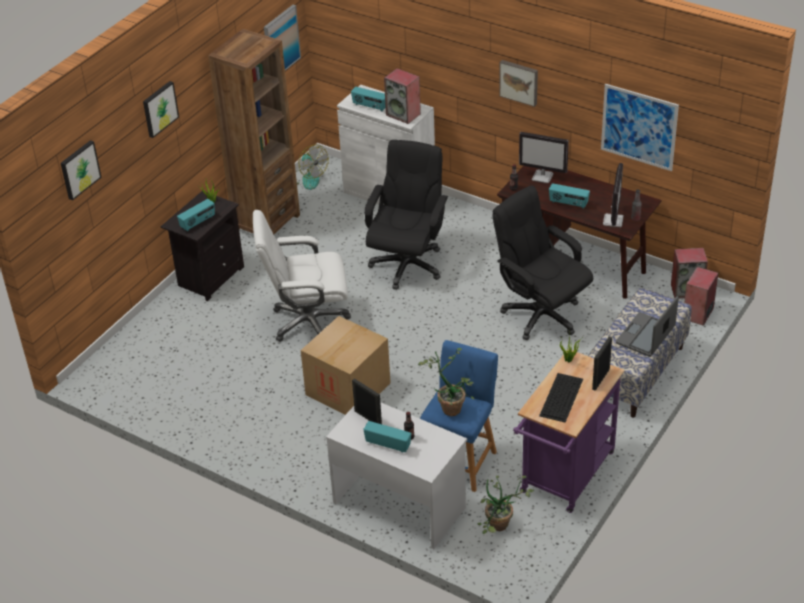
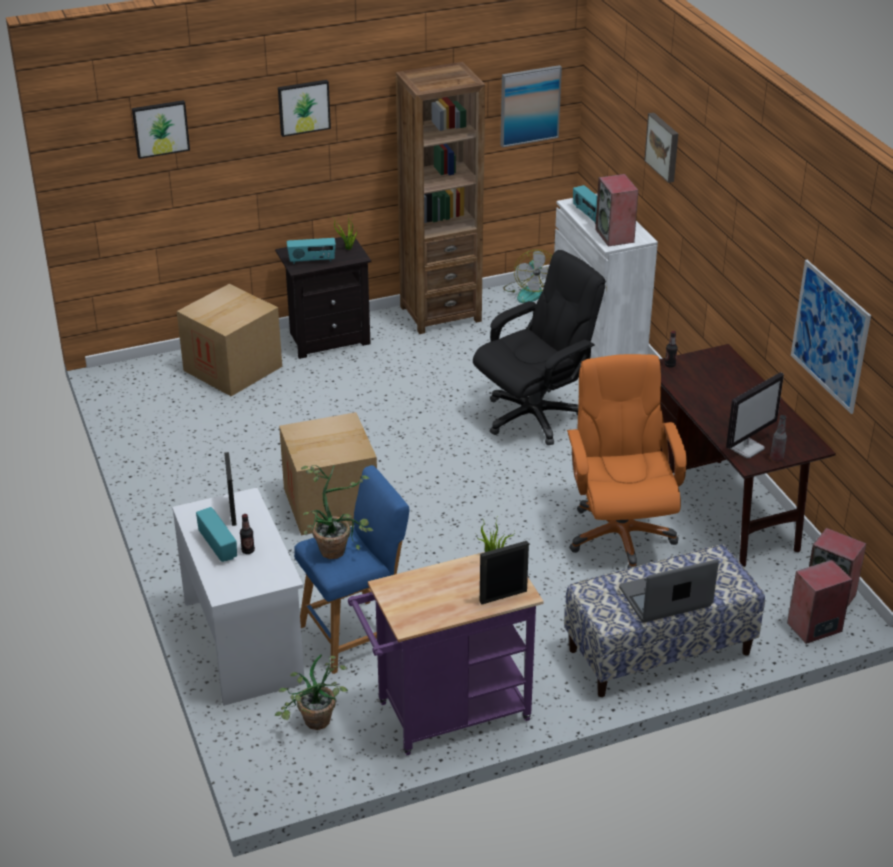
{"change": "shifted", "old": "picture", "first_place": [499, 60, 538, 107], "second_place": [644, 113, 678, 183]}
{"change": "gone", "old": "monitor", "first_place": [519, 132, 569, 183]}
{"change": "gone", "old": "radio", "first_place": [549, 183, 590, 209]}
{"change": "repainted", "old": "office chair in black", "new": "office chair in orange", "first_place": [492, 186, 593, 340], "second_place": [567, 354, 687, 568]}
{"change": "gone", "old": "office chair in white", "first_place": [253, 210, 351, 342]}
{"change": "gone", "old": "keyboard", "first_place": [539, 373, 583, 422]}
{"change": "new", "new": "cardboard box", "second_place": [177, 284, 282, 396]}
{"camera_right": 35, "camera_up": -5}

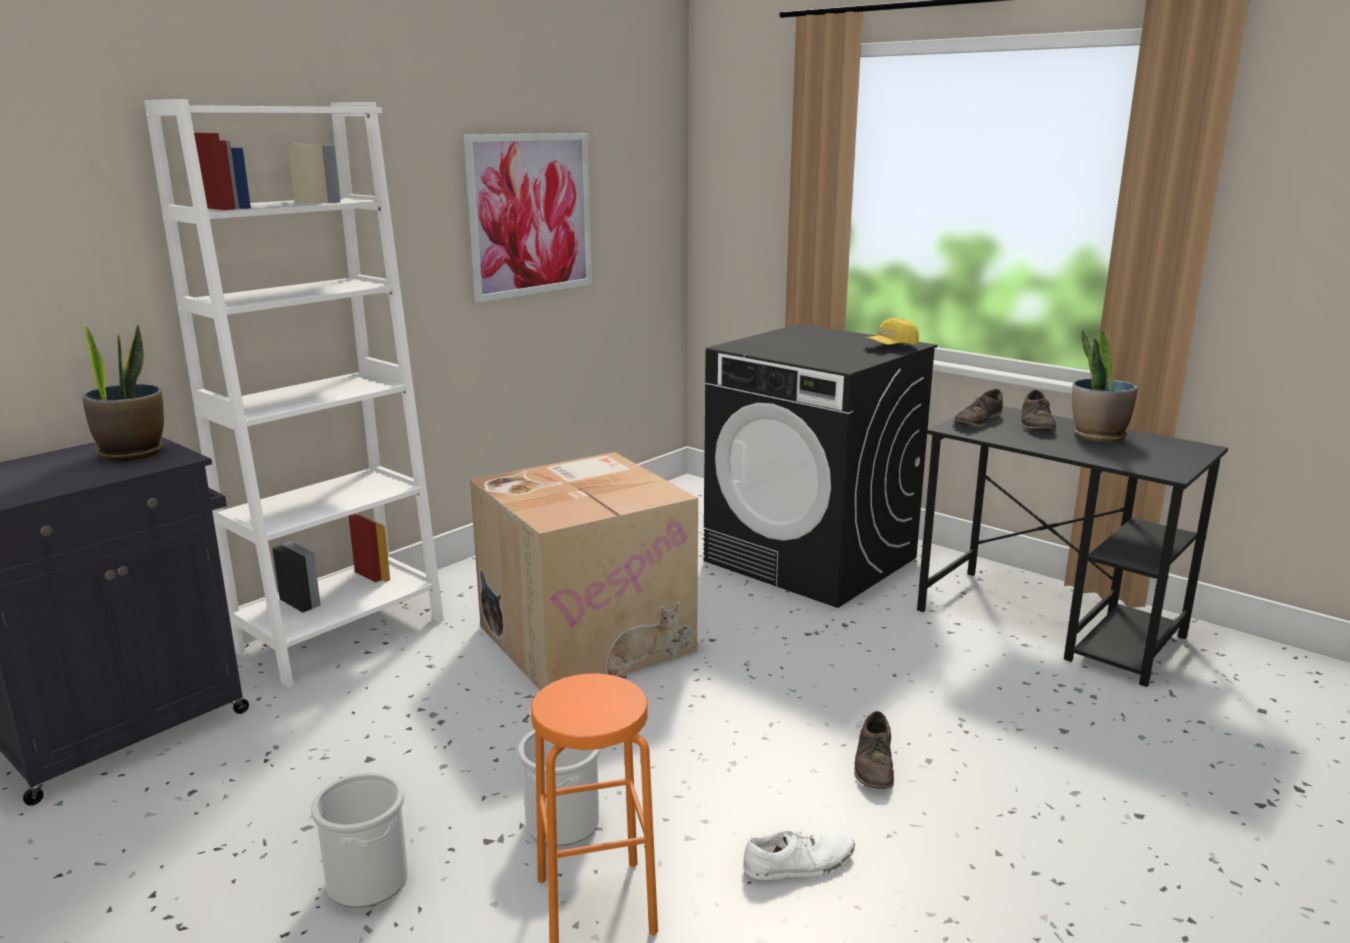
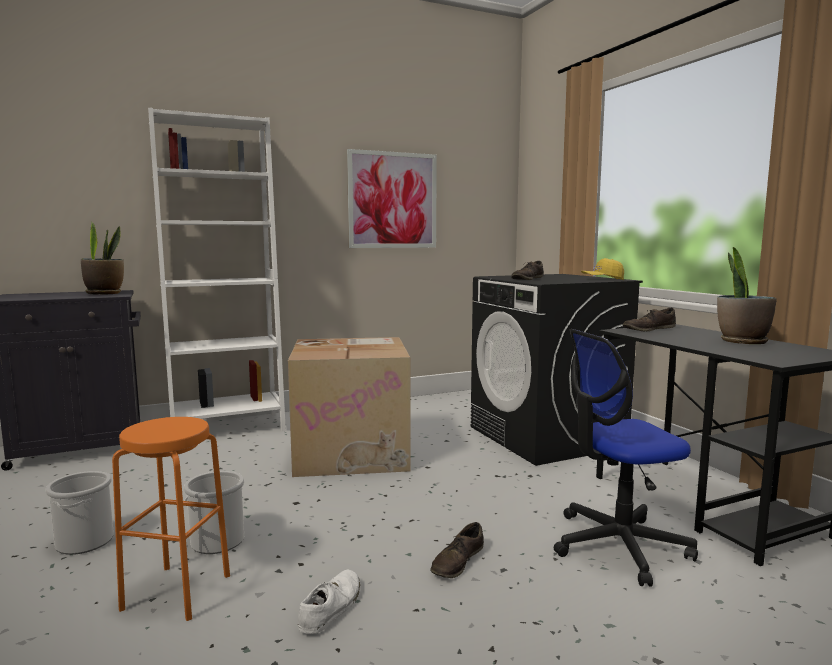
{"change": "shifted", "old": "shoe in brown", "first_place": [1022, 390, 1056, 432], "second_place": [511, 261, 543, 280]}
{"change": "rotated", "old": "shoe in white", "first_place": [743, 830, 855, 880], "second_place": [298, 569, 360, 634], "degrees": -75}
{"change": "new", "new": "office chair", "second_place": [554, 329, 698, 587]}
{"camera_right": 25, "camera_up": -10}

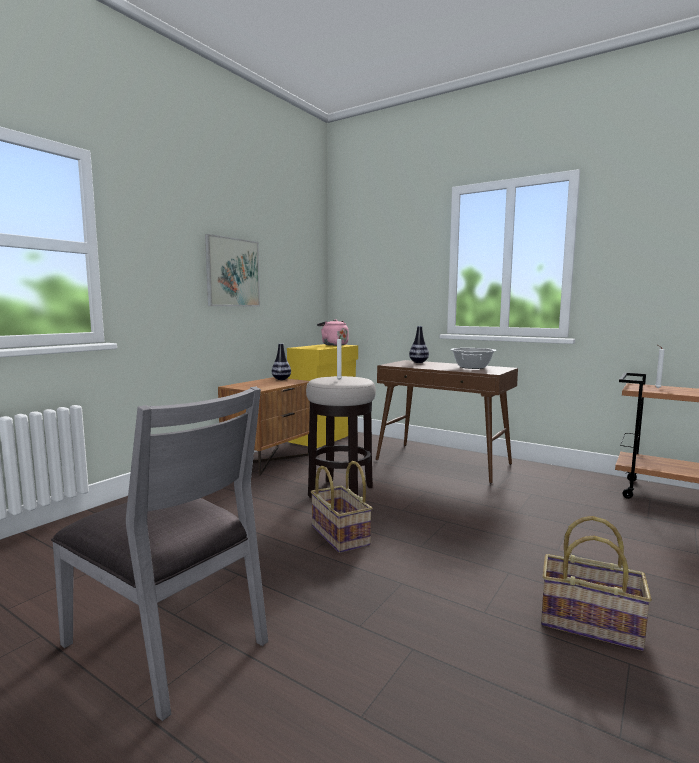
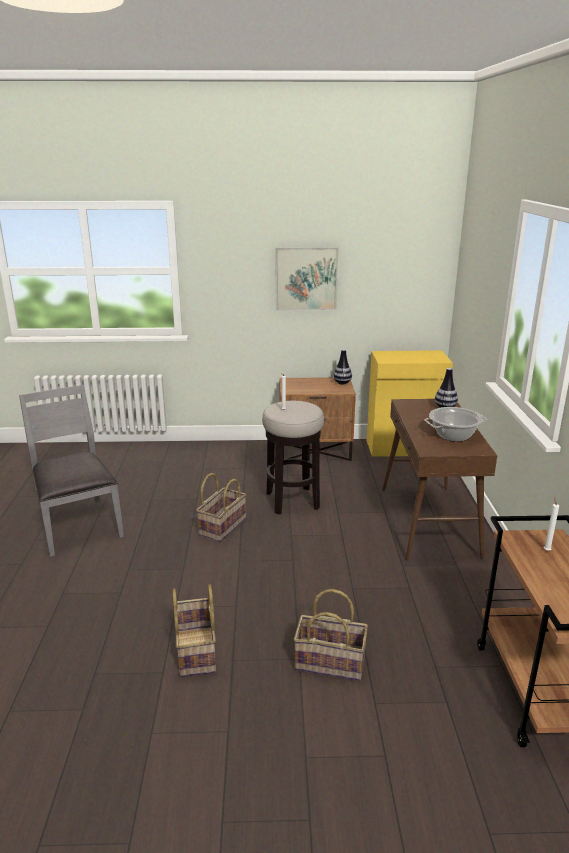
{"change": "gone", "old": "kettle in pink", "first_place": [317, 319, 348, 346]}
{"change": "rotated", "old": "chair in grey", "first_place": [51, 386, 268, 721], "second_place": [19, 385, 124, 557], "degrees": 150}
{"change": "new", "new": "basket", "second_place": [294, 589, 368, 681]}
{"camera_right": 55, "camera_up": 15}

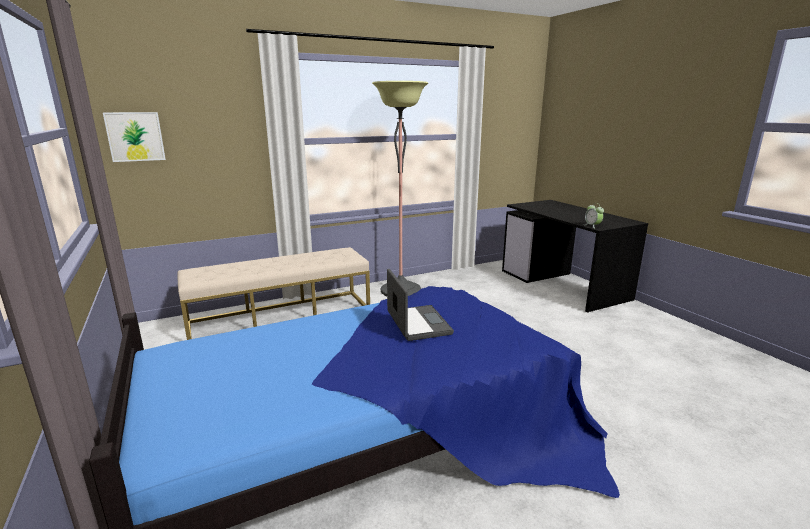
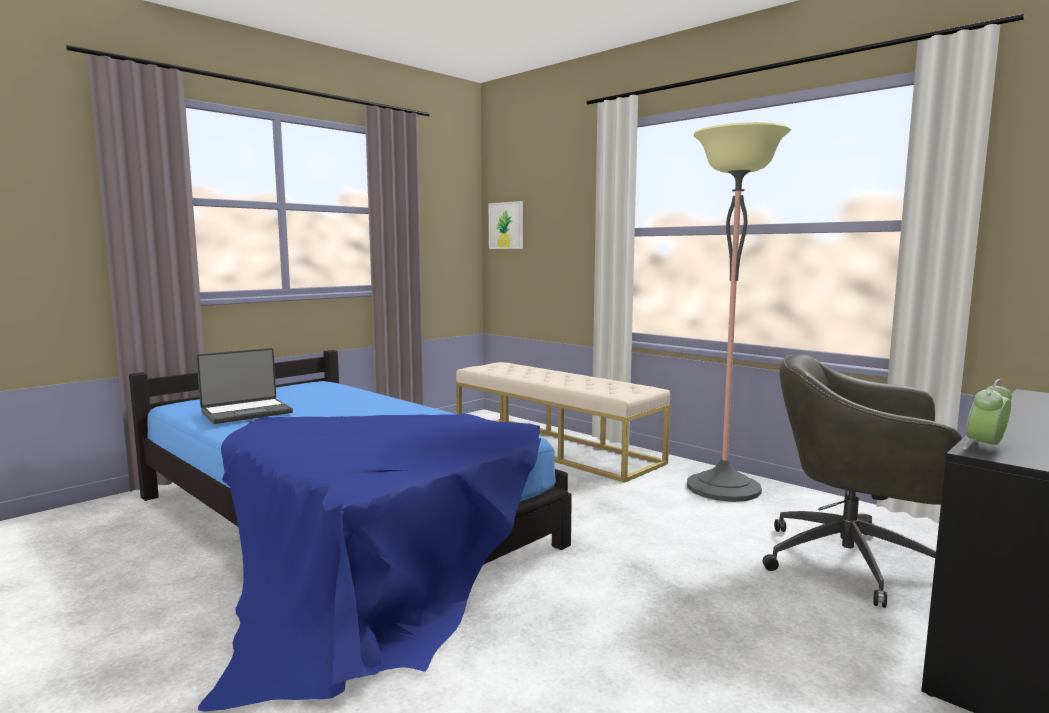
{"change": "shifted", "old": "laptop", "first_place": [387, 269, 454, 341], "second_place": [196, 348, 293, 424]}
{"change": "new", "new": "office chair in grey", "second_place": [762, 354, 962, 608]}
{"camera_right": 70, "camera_up": -10}

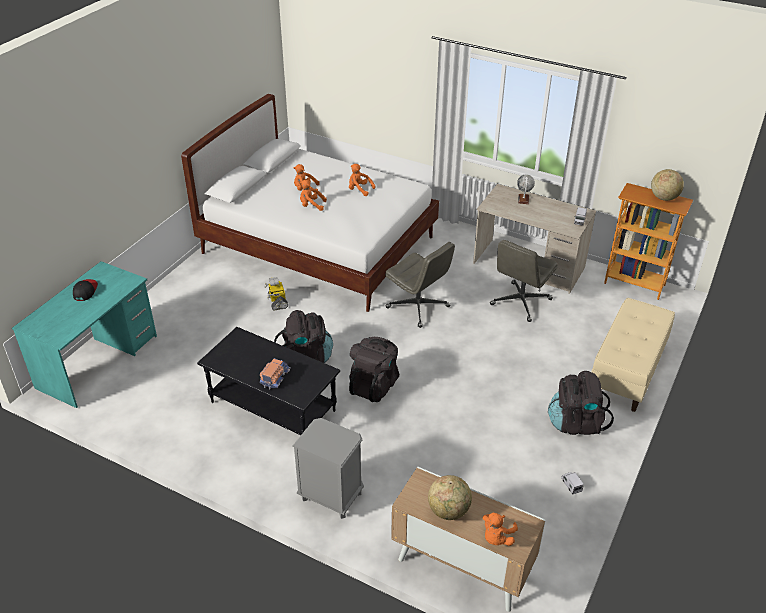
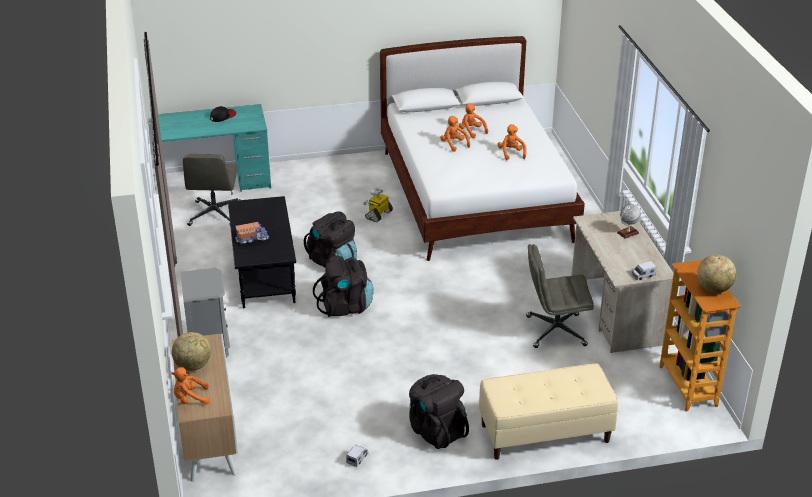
{"change": "shifted", "old": "office chair in grey", "first_place": [385, 242, 455, 328], "second_place": [183, 154, 241, 226]}
{"camera_right": 50, "camera_up": -5}

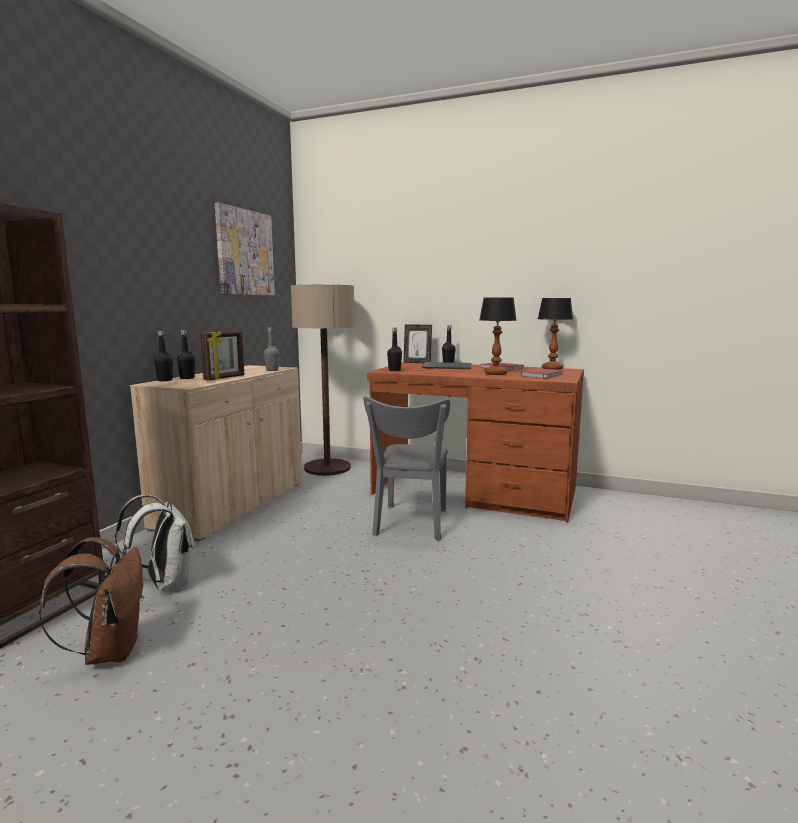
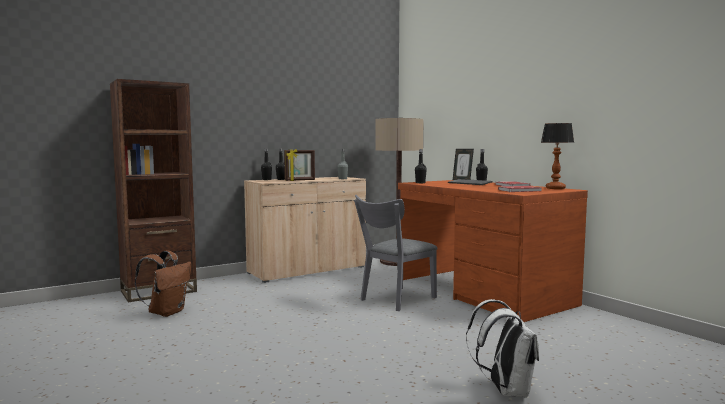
{"change": "gone", "old": "picture", "first_place": [215, 203, 275, 295]}
{"change": "gone", "old": "table lamp", "first_place": [479, 297, 517, 375]}
{"change": "shifted", "old": "backpack in white", "first_place": [115, 495, 194, 591], "second_place": [466, 299, 539, 398]}
{"camera_right": 35, "camera_up": -5}

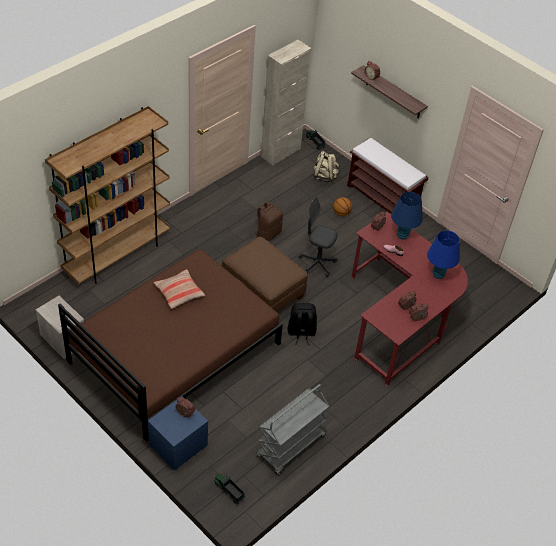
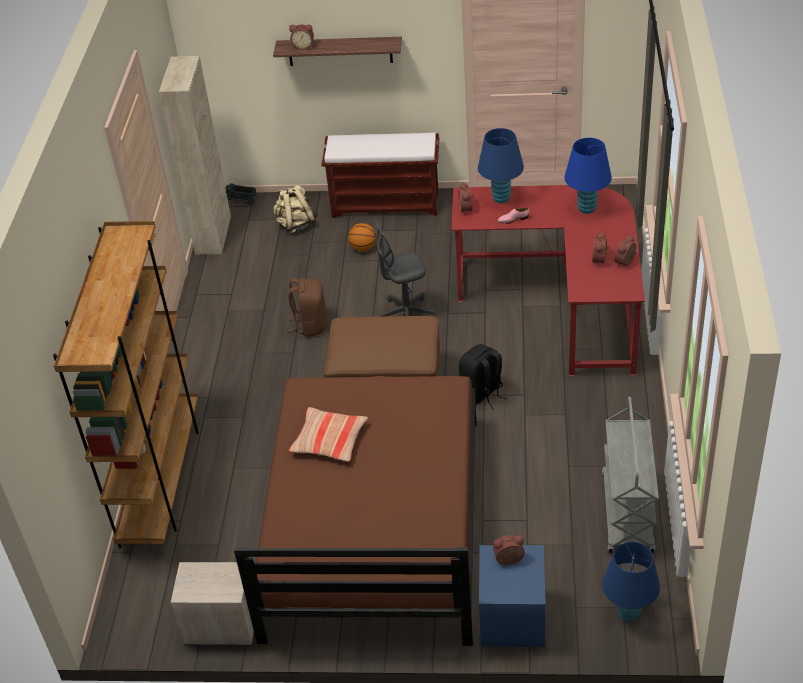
{"change": "swapped", "old": "toy truck", "new": "table lamp in blue", "first_place": [214, 474, 245, 504], "second_place": [602, 542, 660, 622]}
{"camera_right": -35, "camera_up": -5}

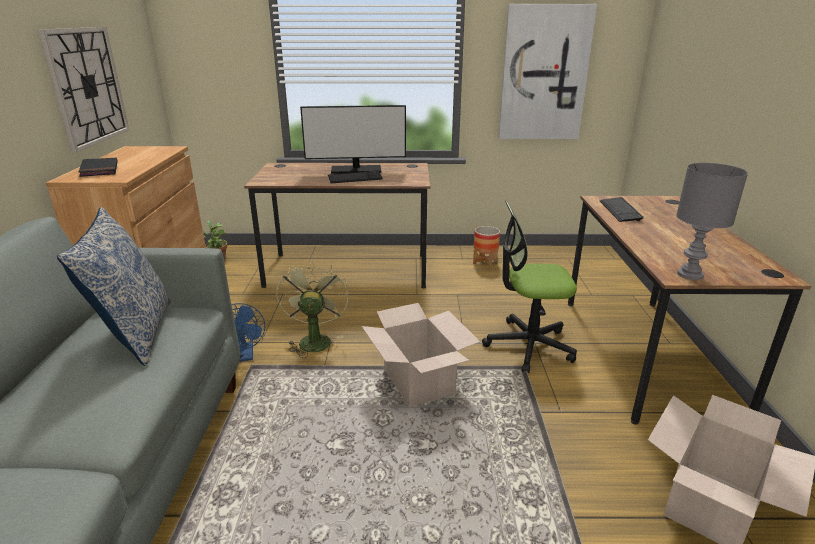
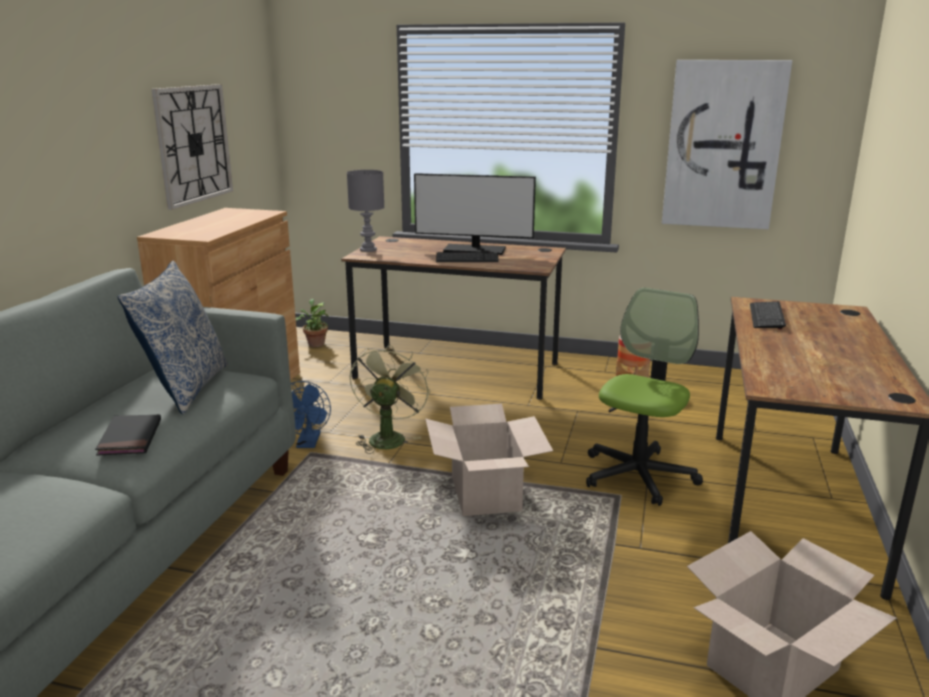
{"change": "shifted", "old": "book in black", "first_place": [79, 158, 118, 177], "second_place": [95, 414, 161, 456]}
{"change": "shifted", "old": "table lamp in grey", "first_place": [676, 163, 748, 280], "second_place": [347, 170, 384, 252]}
{"change": "rotated", "old": "office chair", "first_place": [482, 201, 577, 373], "second_place": [586, 288, 703, 506], "degrees": 105}
{"camera_right": 15, "camera_up": -5}

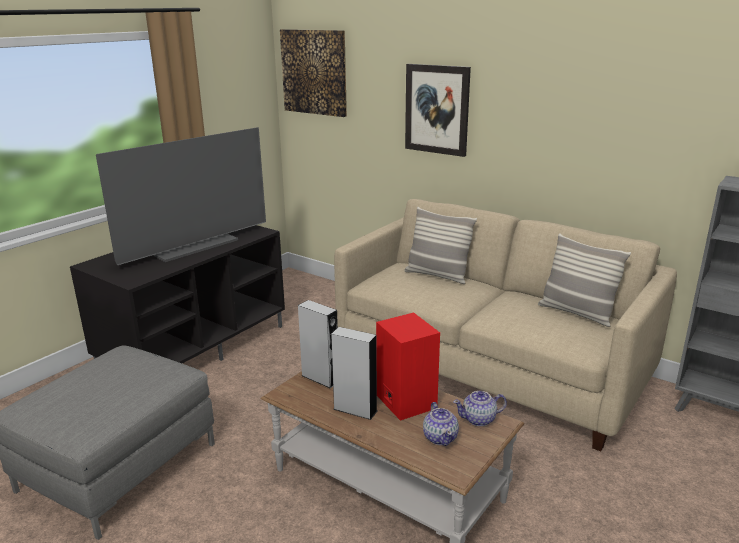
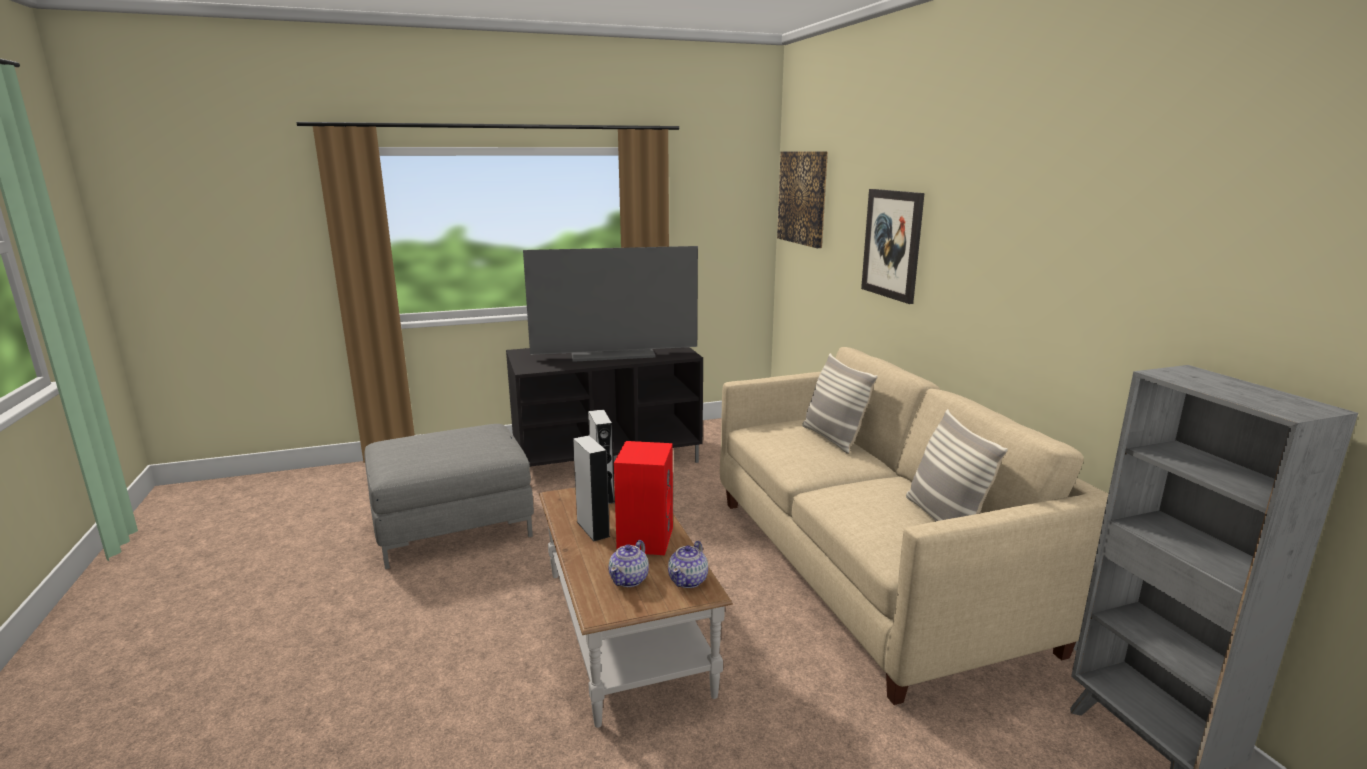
{"change": "rotated", "old": "teapot", "first_place": [453, 391, 507, 426], "second_place": [668, 541, 708, 588], "degrees": -90}
{"camera_right": 35, "camera_up": -5}

